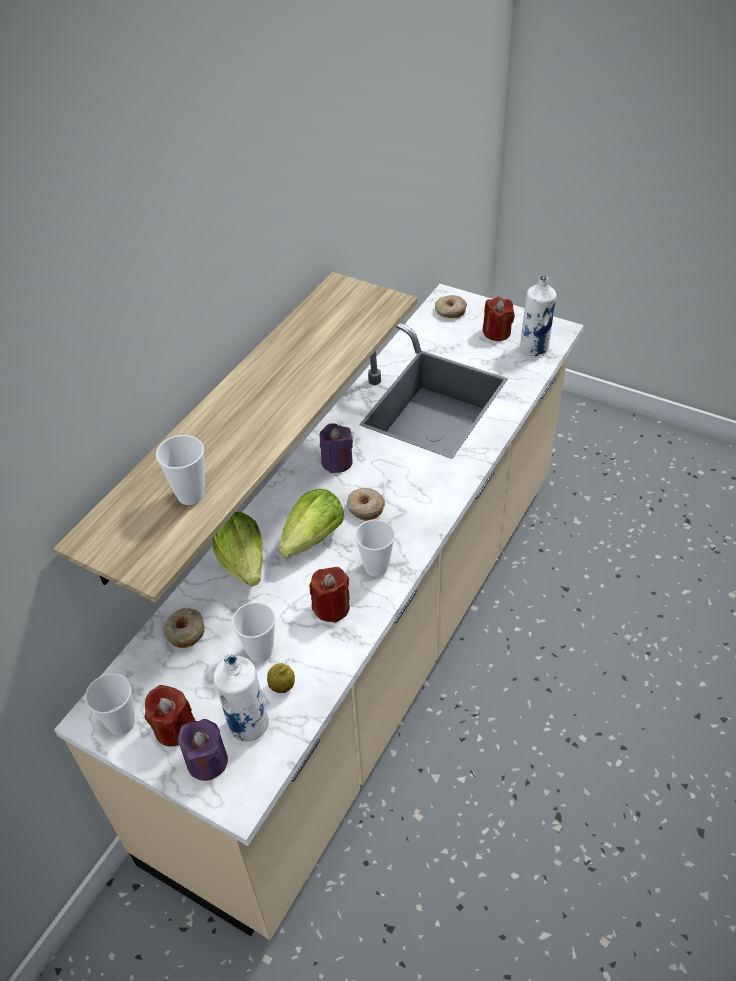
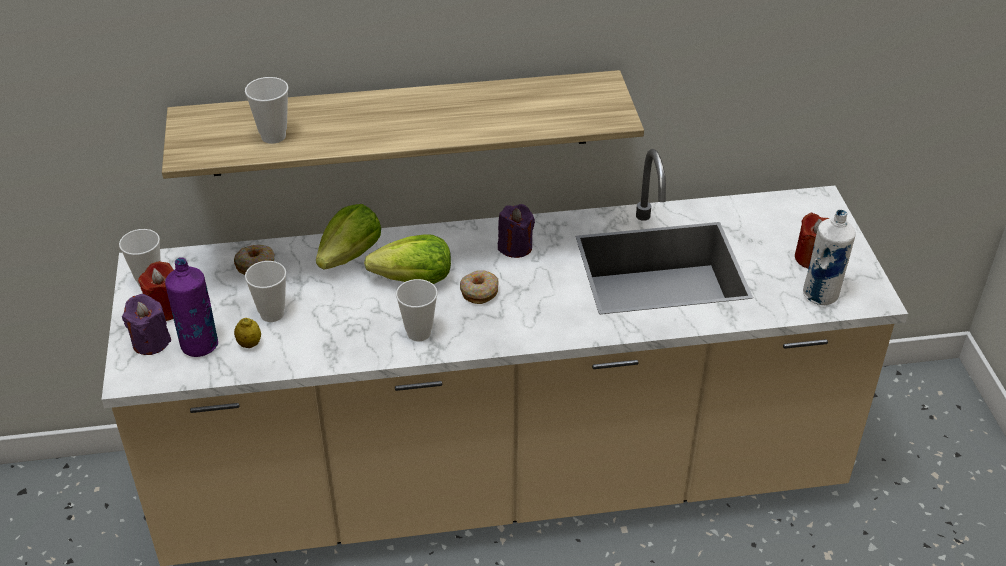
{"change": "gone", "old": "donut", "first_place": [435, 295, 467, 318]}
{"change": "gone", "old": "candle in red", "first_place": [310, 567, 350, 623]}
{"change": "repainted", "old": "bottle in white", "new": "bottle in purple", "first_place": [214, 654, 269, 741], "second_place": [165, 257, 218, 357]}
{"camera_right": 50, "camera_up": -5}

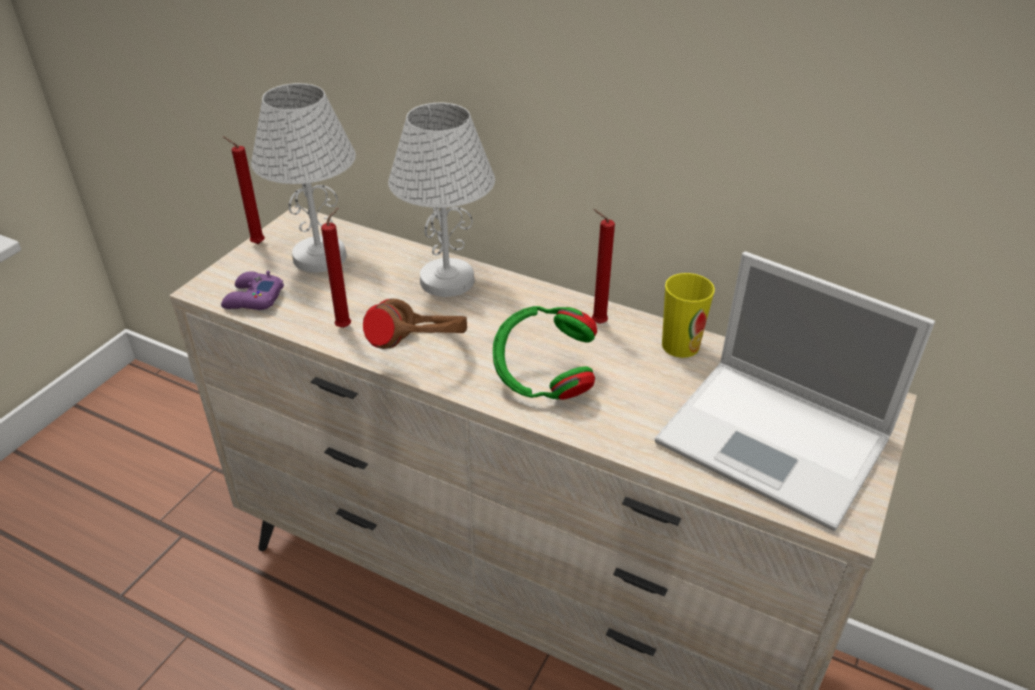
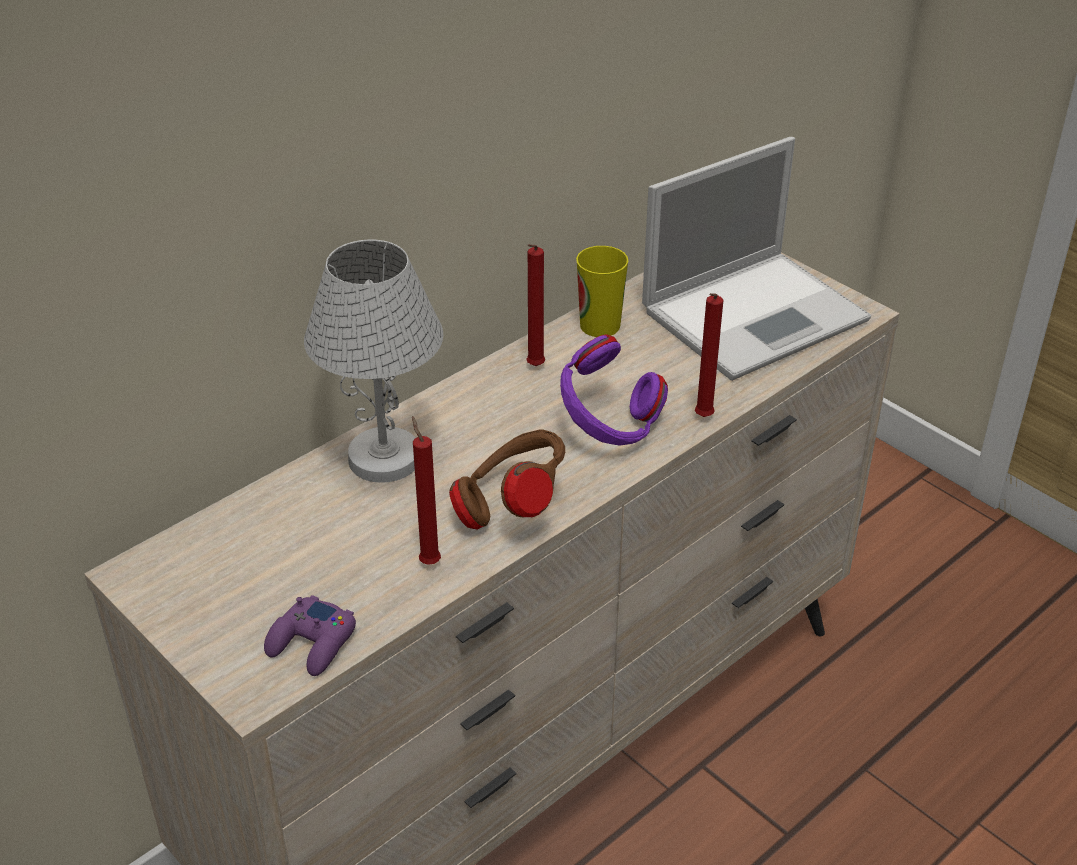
{"change": "gone", "old": "table lamp in white", "first_place": [251, 83, 356, 273]}
{"change": "shifted", "old": "candle in red", "first_place": [223, 136, 265, 244], "second_place": [695, 293, 723, 417]}
{"change": "repainted", "old": "headphones in green", "new": "headphones in purple", "first_place": [493, 306, 597, 400], "second_place": [560, 334, 668, 446]}
{"camera_right": -70, "camera_up": 0}

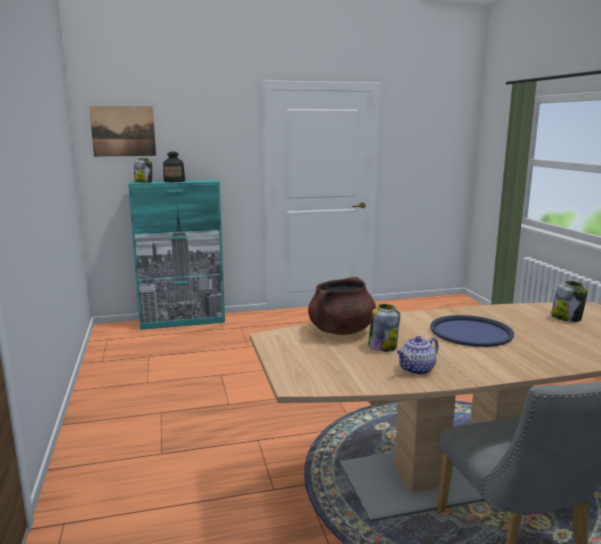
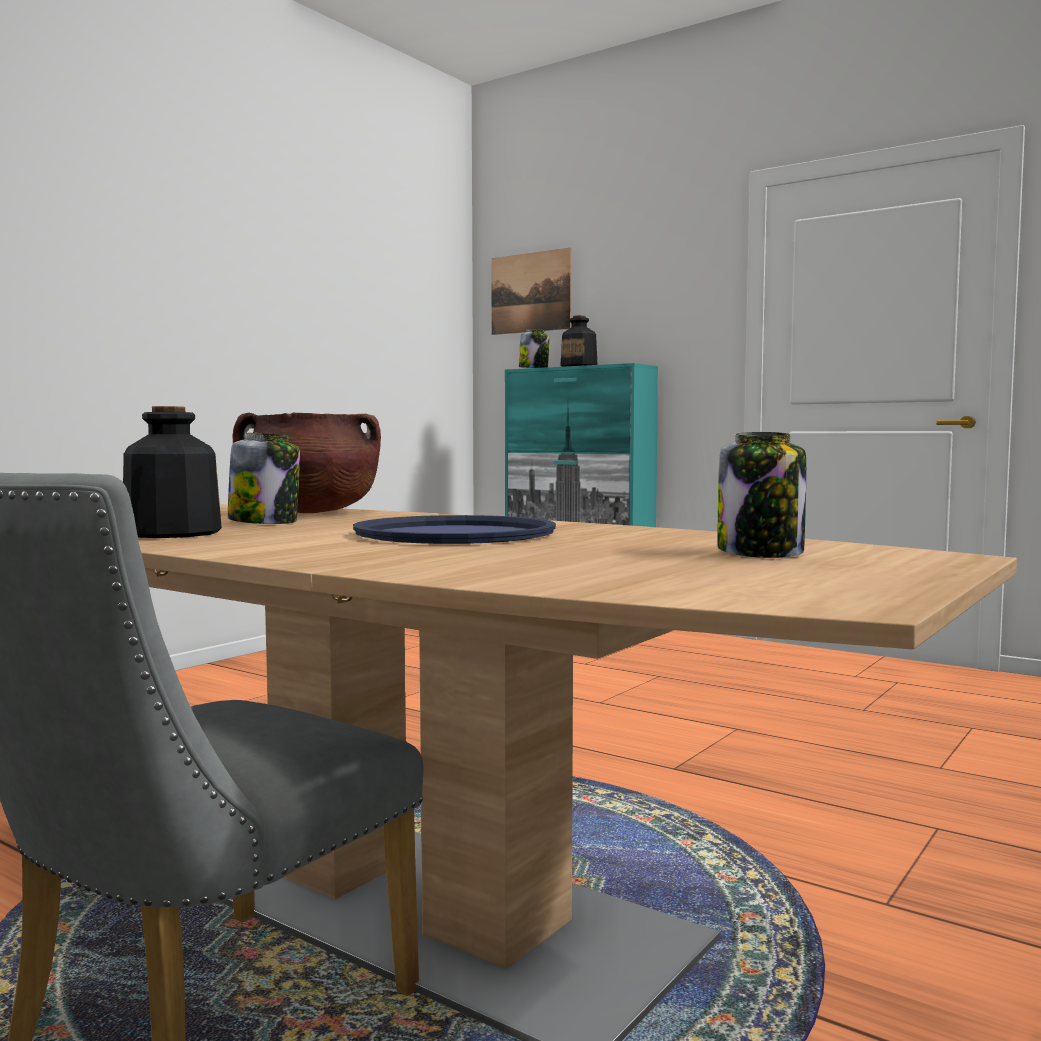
{"change": "swapped", "old": "teapot", "new": "bottle", "first_place": [397, 336, 439, 375], "second_place": [123, 406, 222, 538]}
{"camera_right": 50, "camera_up": -10}

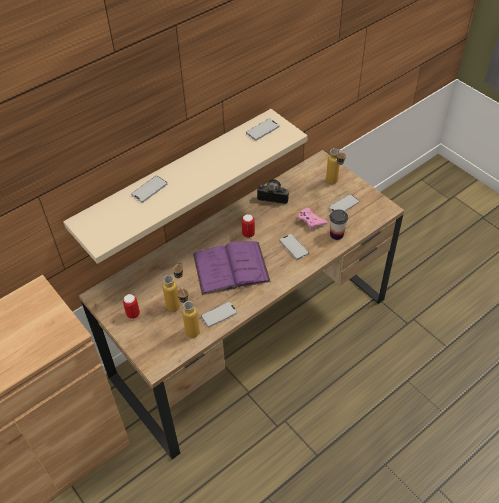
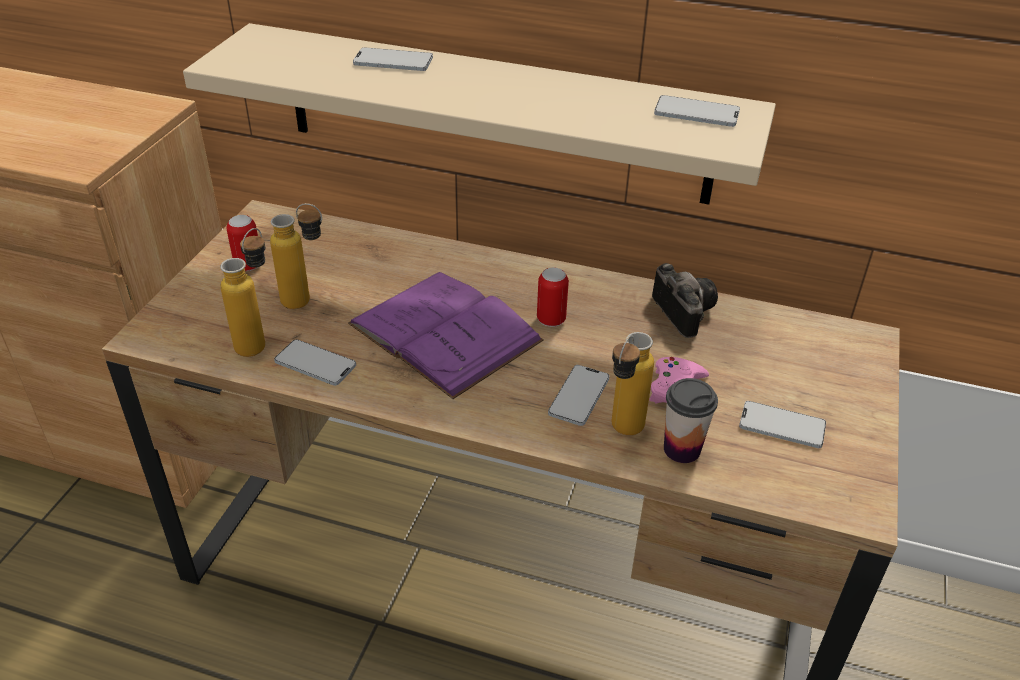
{"change": "shifted", "old": "bottle", "first_place": [326, 148, 346, 184], "second_place": [611, 332, 654, 435]}
{"camera_right": 55, "camera_up": -10}

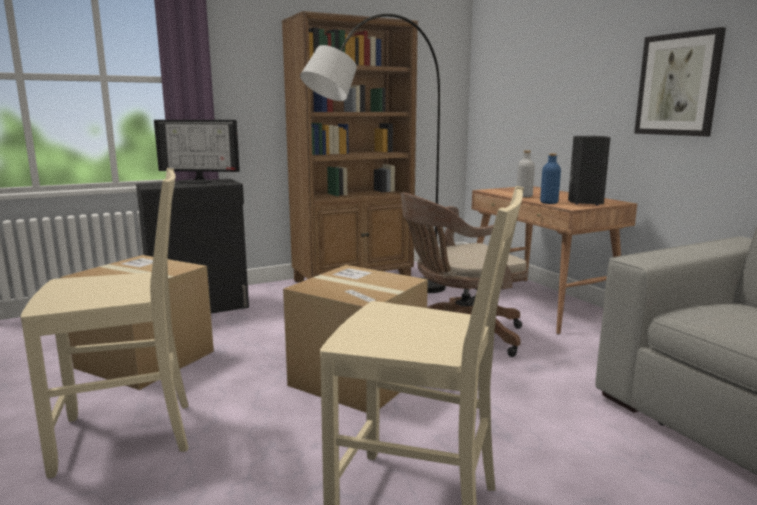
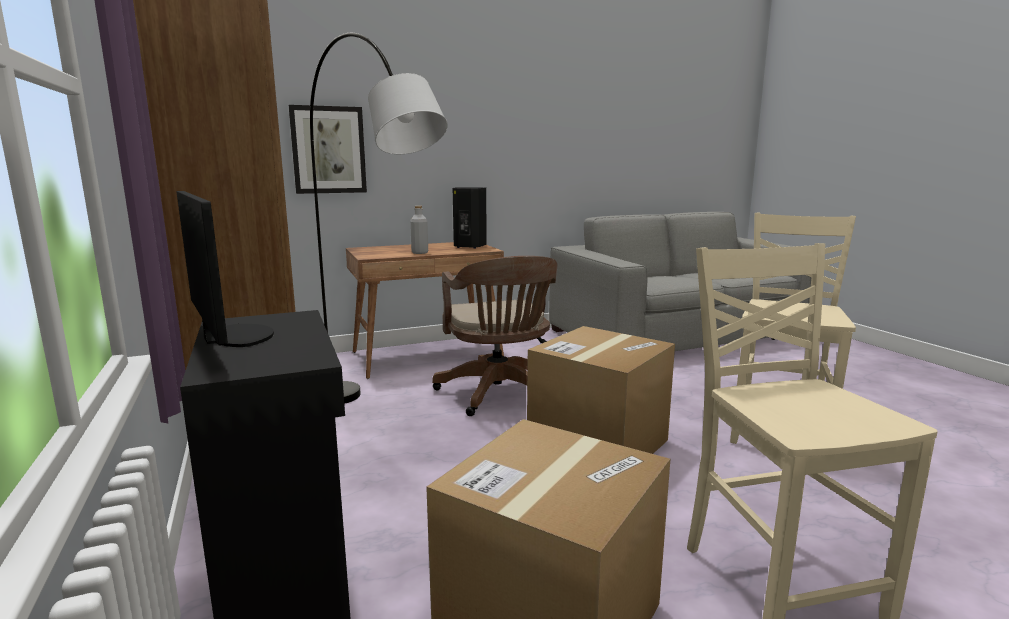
{"change": "shifted", "old": "picture", "first_place": [634, 27, 726, 136], "second_place": [289, 105, 367, 194]}
{"change": "rotated", "old": "monitor", "first_place": [154, 120, 240, 184], "second_place": [177, 191, 274, 347], "degrees": -45}
{"change": "gone", "old": "bottle in blue", "first_place": [540, 153, 561, 204]}
{"camera_right": -85, "camera_up": 0}

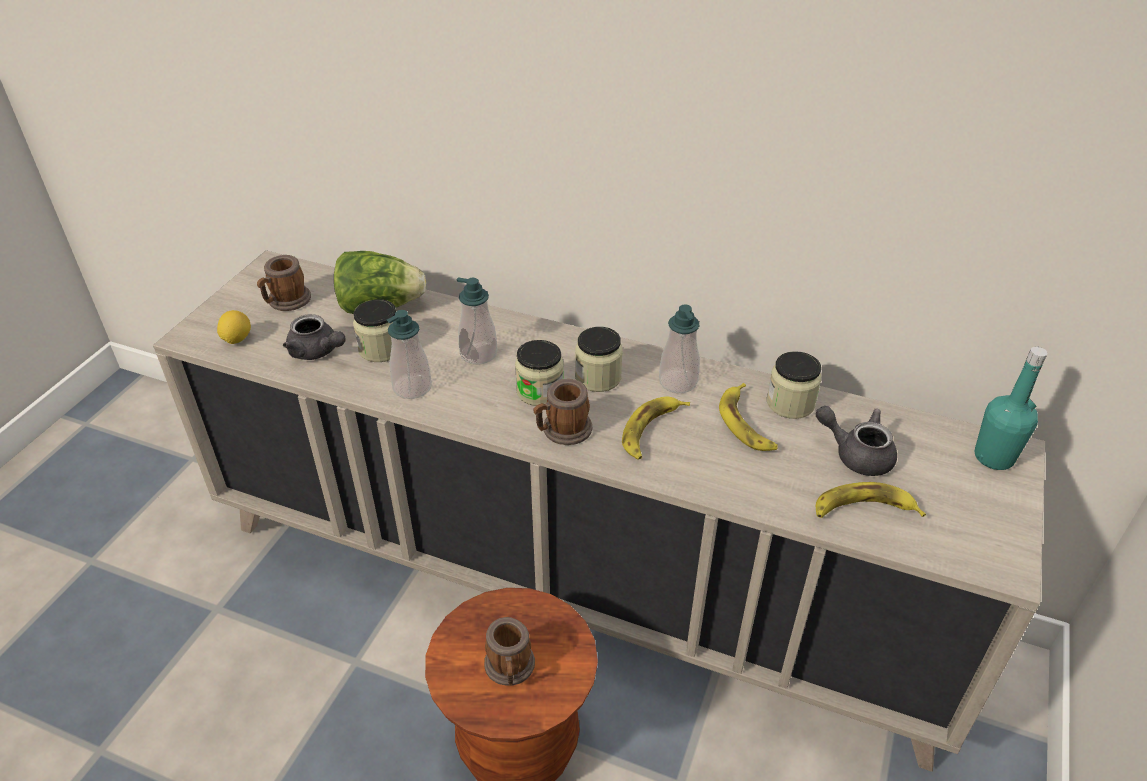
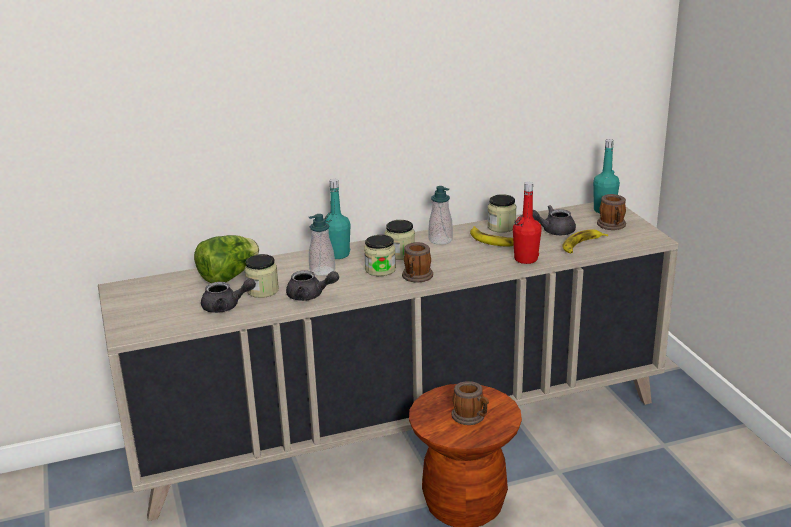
{"change": "shifted", "old": "mug", "first_place": [257, 255, 311, 311], "second_place": [597, 194, 626, 230]}
{"change": "gone", "old": "lemon", "first_place": [217, 310, 251, 344]}
{"change": "swapped", "old": "soap dispenser", "new": "teapot in grey", "first_place": [387, 310, 432, 399], "second_place": [286, 270, 339, 301]}
{"change": "gone", "old": "banana", "first_place": [622, 396, 690, 460]}
{"change": "new", "new": "bottle in turquoise", "second_place": [324, 179, 350, 259]}
{"change": "new", "new": "bottle in red", "second_place": [513, 182, 542, 264]}
{"camera_right": -40, "camera_up": -15}

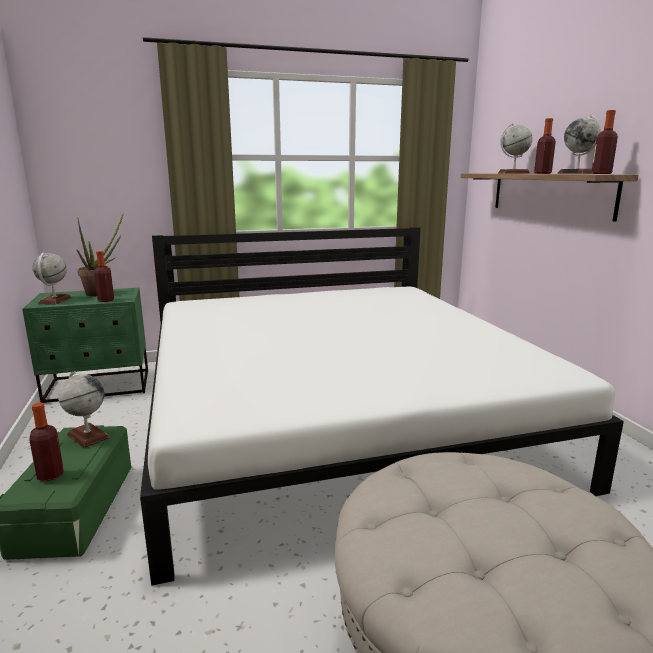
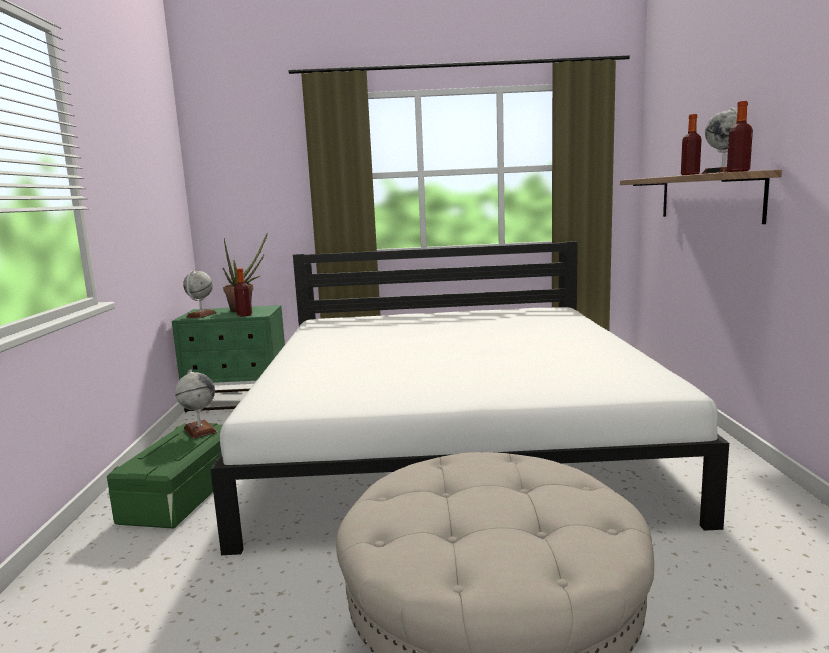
{"change": "gone", "old": "globe", "first_place": [498, 123, 533, 173]}
{"change": "gone", "old": "bottle", "first_place": [29, 402, 63, 481]}
{"camera_right": 15, "camera_up": -5}

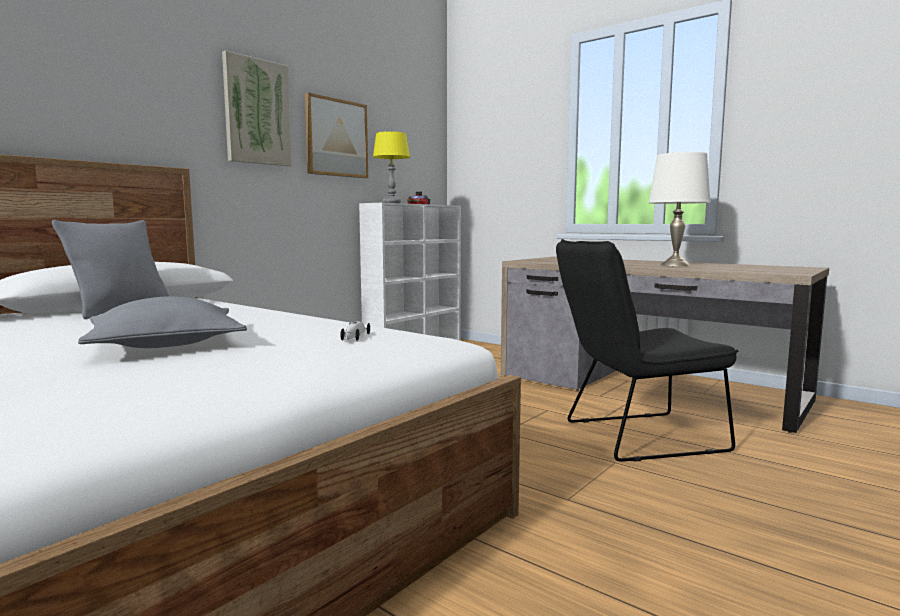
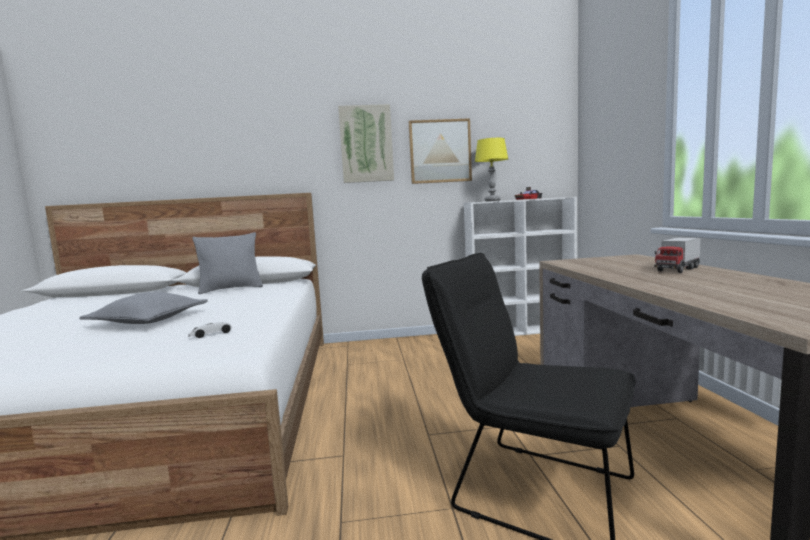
{"change": "gone", "old": "table lamp in white", "first_place": [648, 152, 711, 266]}
{"change": "new", "new": "toy truck", "second_place": [654, 237, 701, 273]}
{"camera_right": 45, "camera_up": 0}

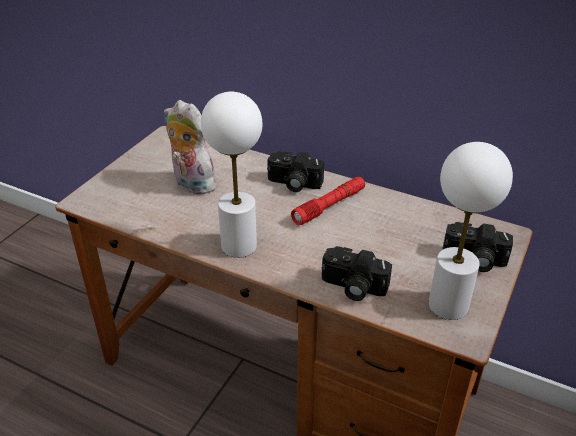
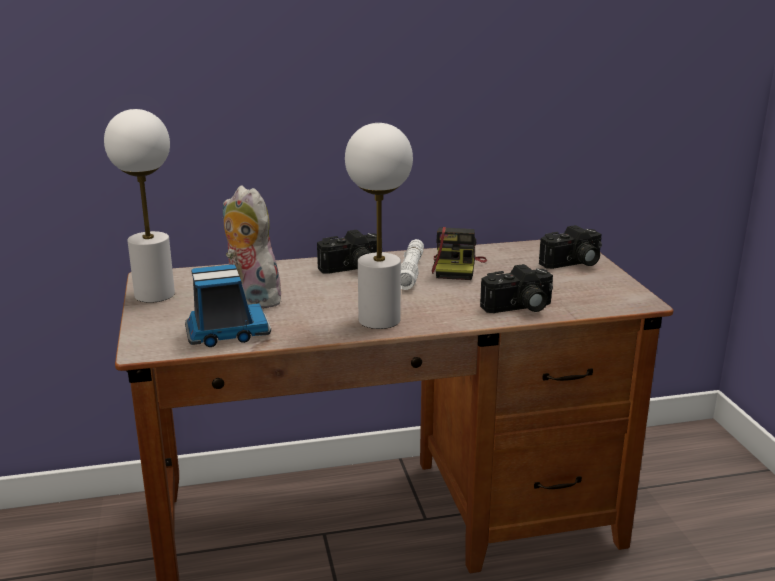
{"change": "rotated", "old": "plush toy", "first_place": [164, 100, 216, 194], "second_place": [223, 186, 282, 309], "degrees": 45}
{"change": "shifted", "old": "table lamp in white", "first_place": [429, 142, 513, 320], "second_place": [104, 109, 175, 303]}
{"change": "repainted", "old": "flashlight in red", "new": "flashlight in white", "first_place": [291, 177, 365, 225], "second_place": [401, 239, 424, 290]}
{"change": "new", "new": "photo camera", "second_place": [431, 227, 487, 280]}
{"change": "new", "new": "toy truck", "second_place": [185, 265, 271, 347]}
{"camera_right": -40, "camera_up": -15}

